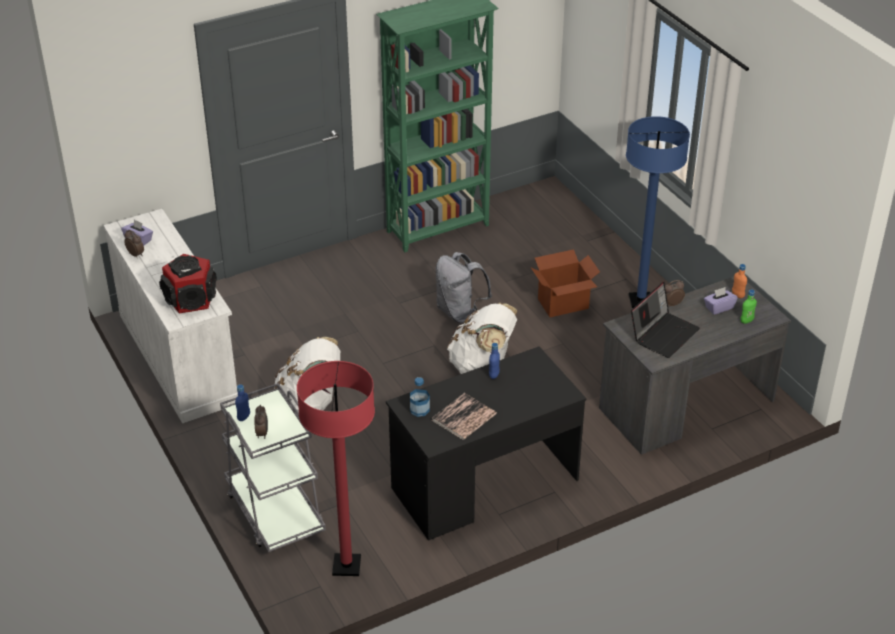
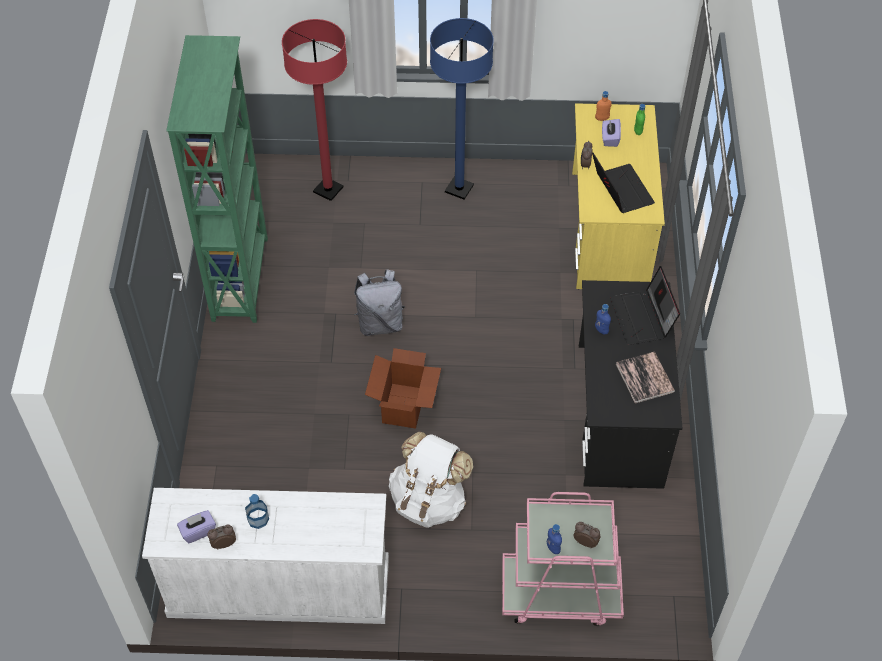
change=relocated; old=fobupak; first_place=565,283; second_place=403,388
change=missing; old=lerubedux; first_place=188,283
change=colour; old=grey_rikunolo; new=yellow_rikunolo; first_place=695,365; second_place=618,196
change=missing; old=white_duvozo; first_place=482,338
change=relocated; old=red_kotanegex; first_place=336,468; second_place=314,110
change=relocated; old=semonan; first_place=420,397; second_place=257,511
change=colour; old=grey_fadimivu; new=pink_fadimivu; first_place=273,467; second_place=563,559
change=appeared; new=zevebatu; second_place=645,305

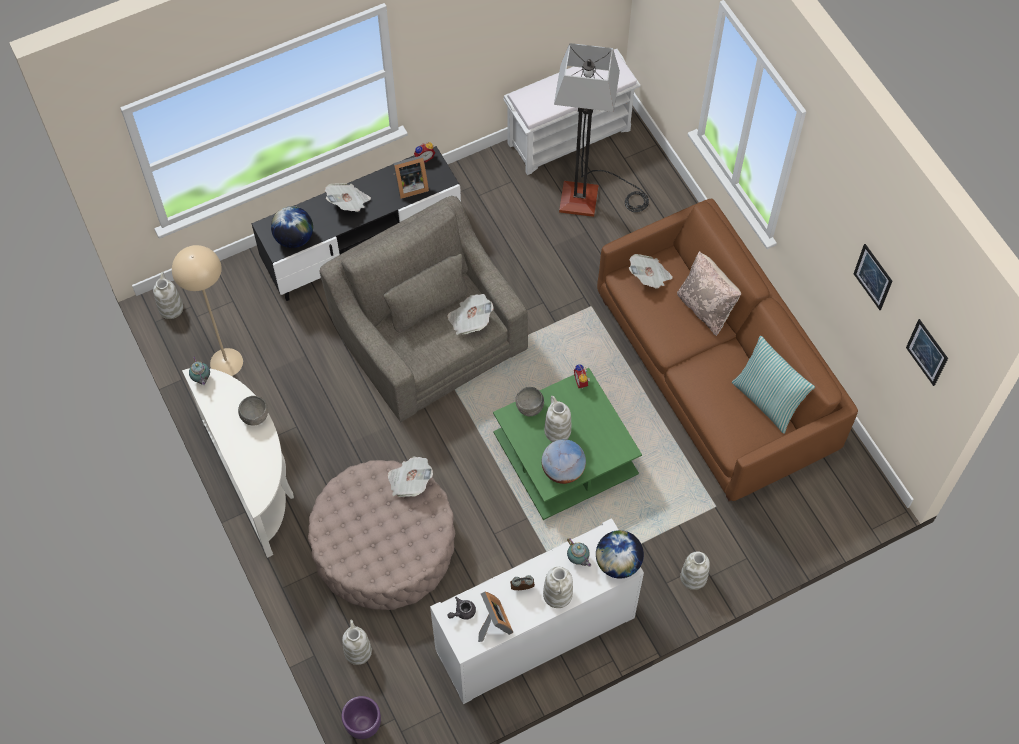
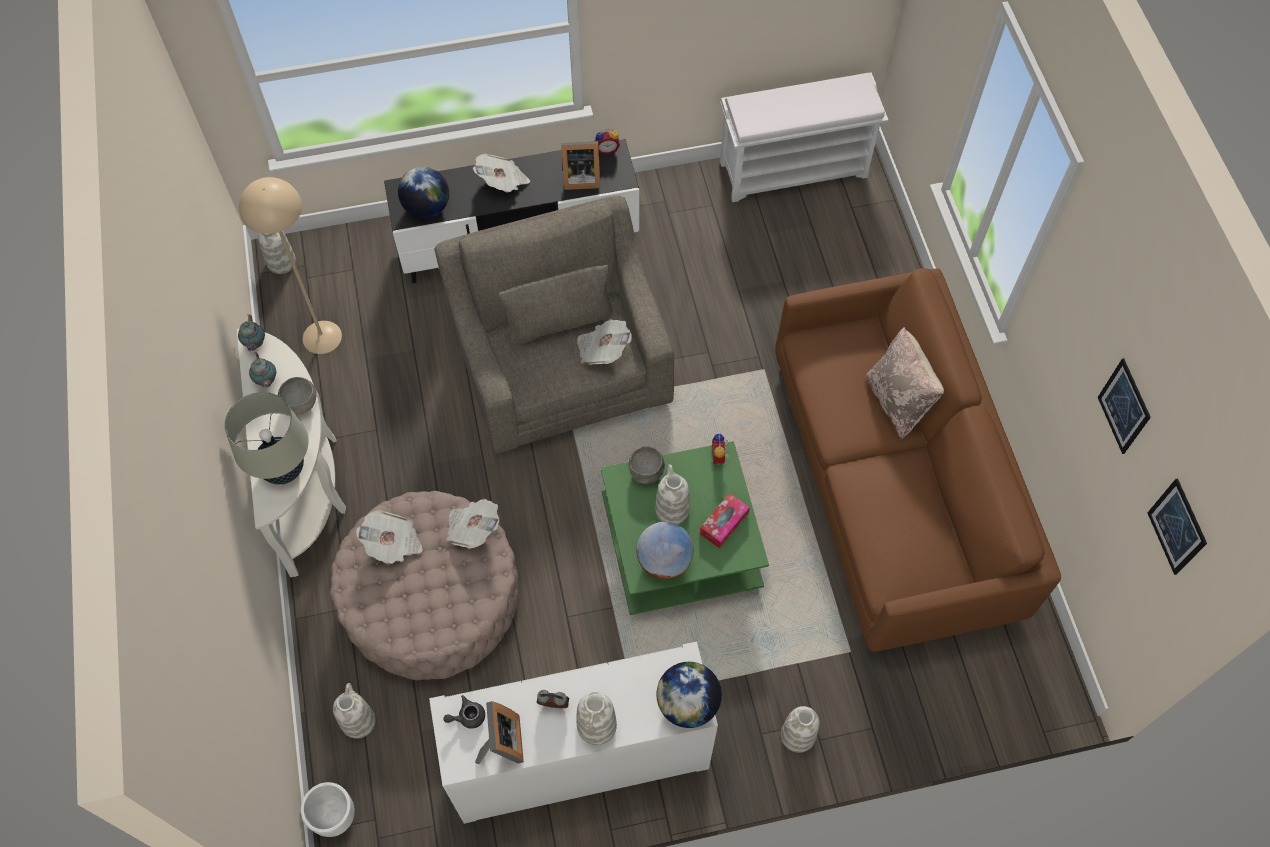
change=missing; old=kotanegex; first_place=601,130
change=relocated; old=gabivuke; first_place=651,271; second_place=389,537
change=missing; old=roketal; first_place=773,385
change=relocated; old=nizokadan; first_place=579,552; second_place=262,370
change=colour; old=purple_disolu; new=white_disolu; first_place=361,717; second_place=328,809
change=appeared; new=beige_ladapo; second_place=266,438
change=appeared; new=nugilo; second_place=725,520

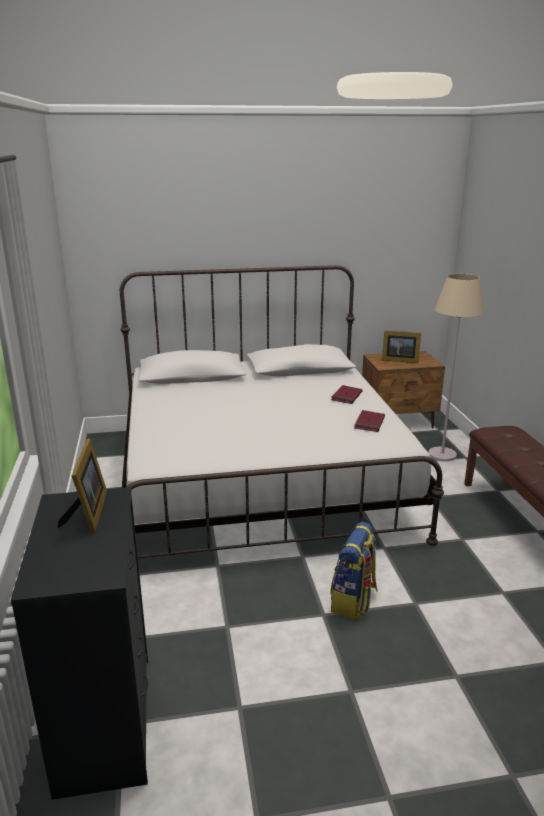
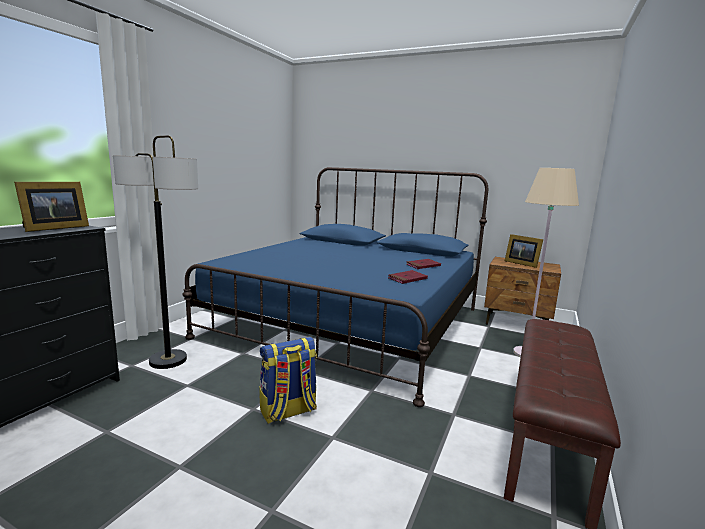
change=colour; old=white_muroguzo; new=blue_muroguzo; first_place=282,411; second_place=335,287
change=appeared; new=kotanegex; second_place=155,252

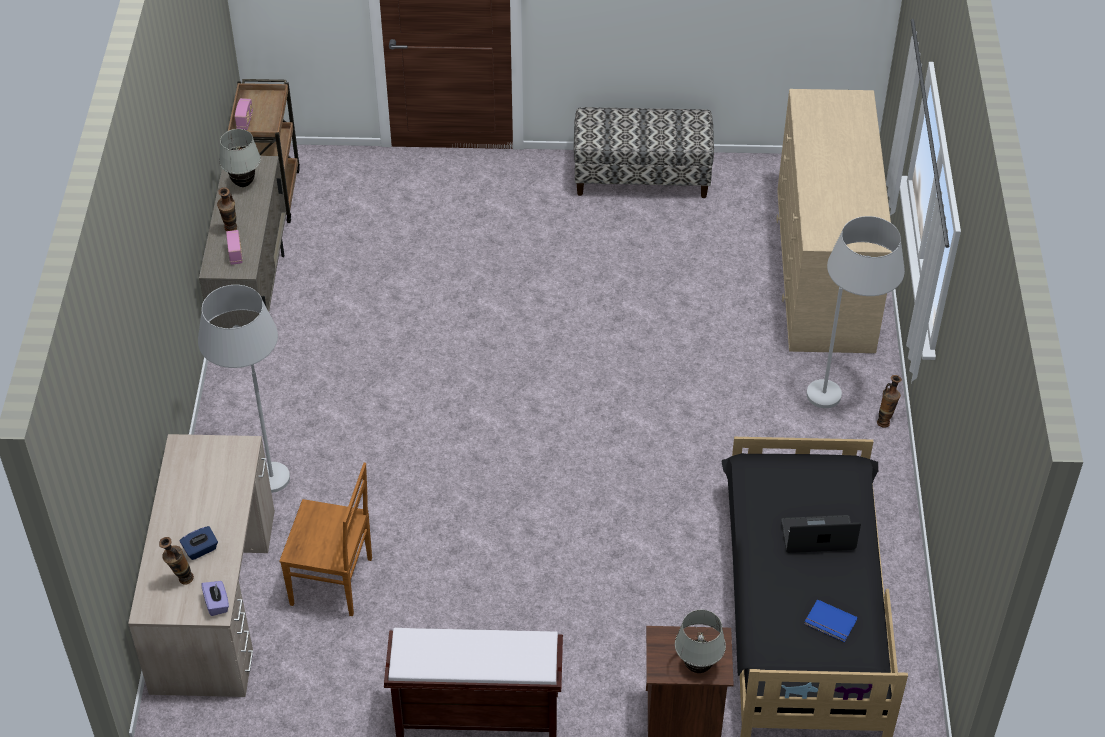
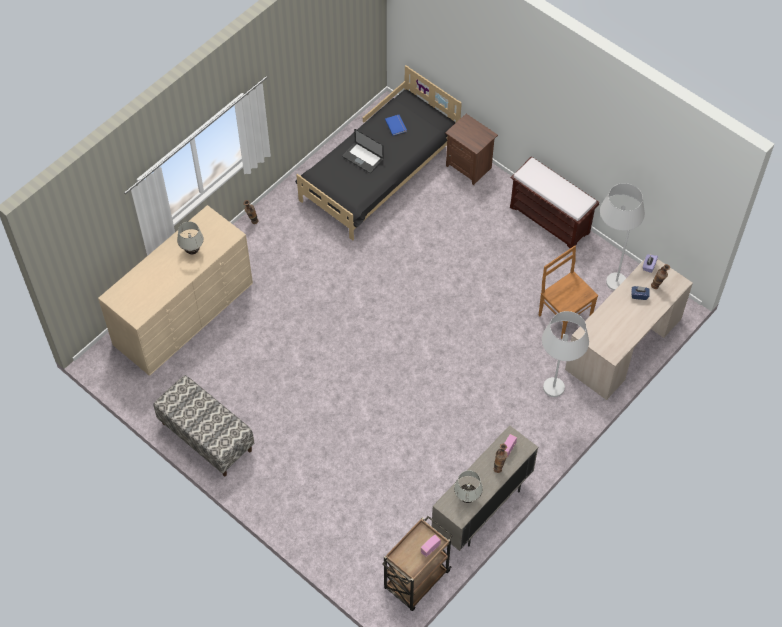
change=relocated; old=white_kotanegex; first_place=856,312; second_place=622,237
change=relocated; old=white_ladapo; first_place=700,641; second_place=190,237

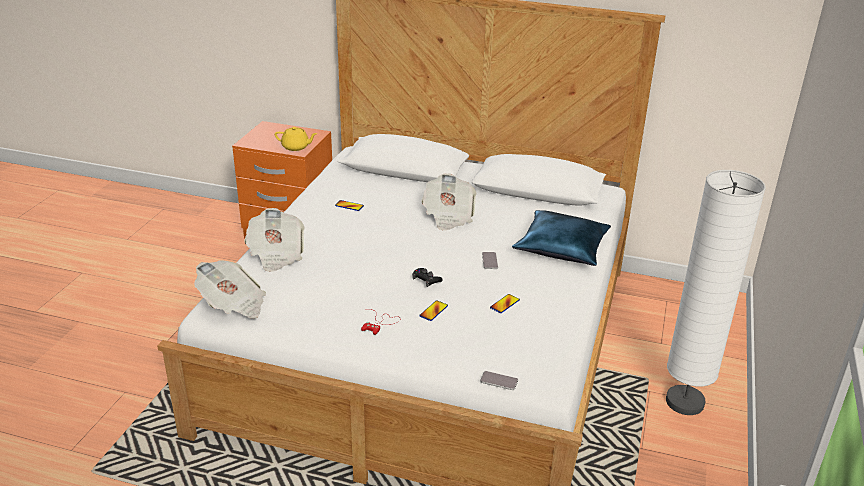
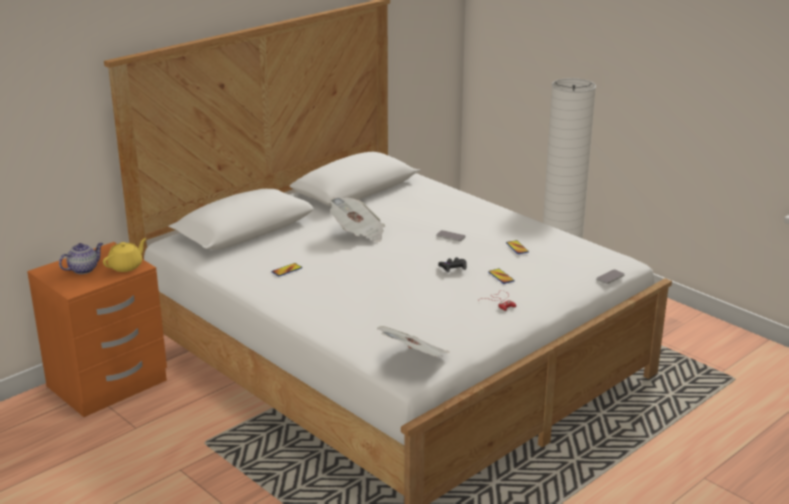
change=missing; old=gabivuke; first_place=274,240
change=missing; old=blue_roketal; first_place=561,238
change=appeared; new=nizokadan; second_place=81,258

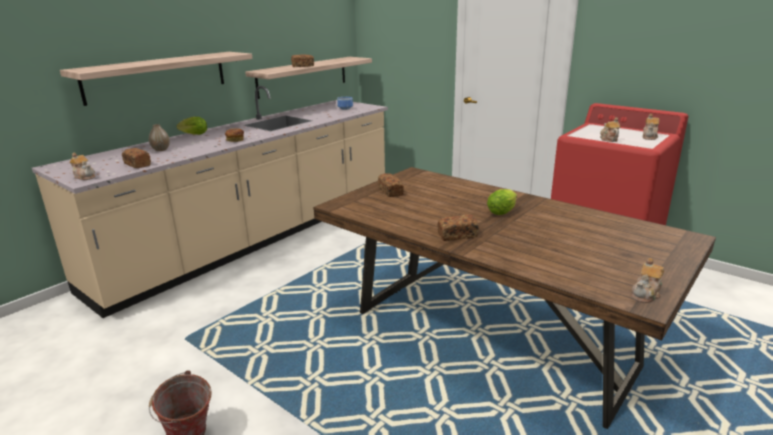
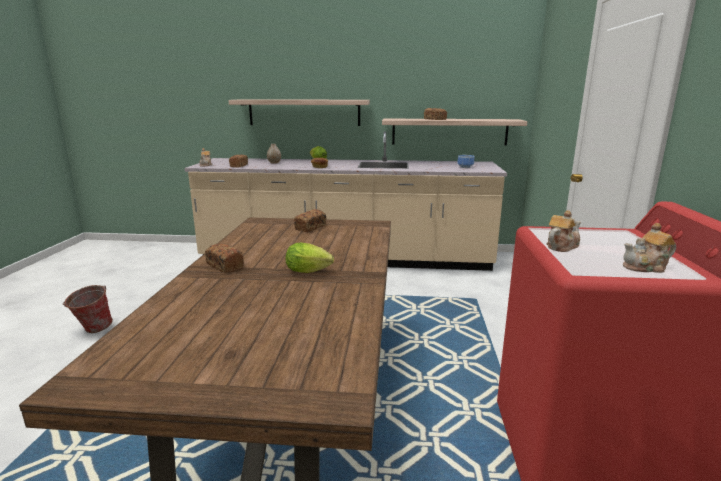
change=missing; old=nizokadan; first_place=647,280

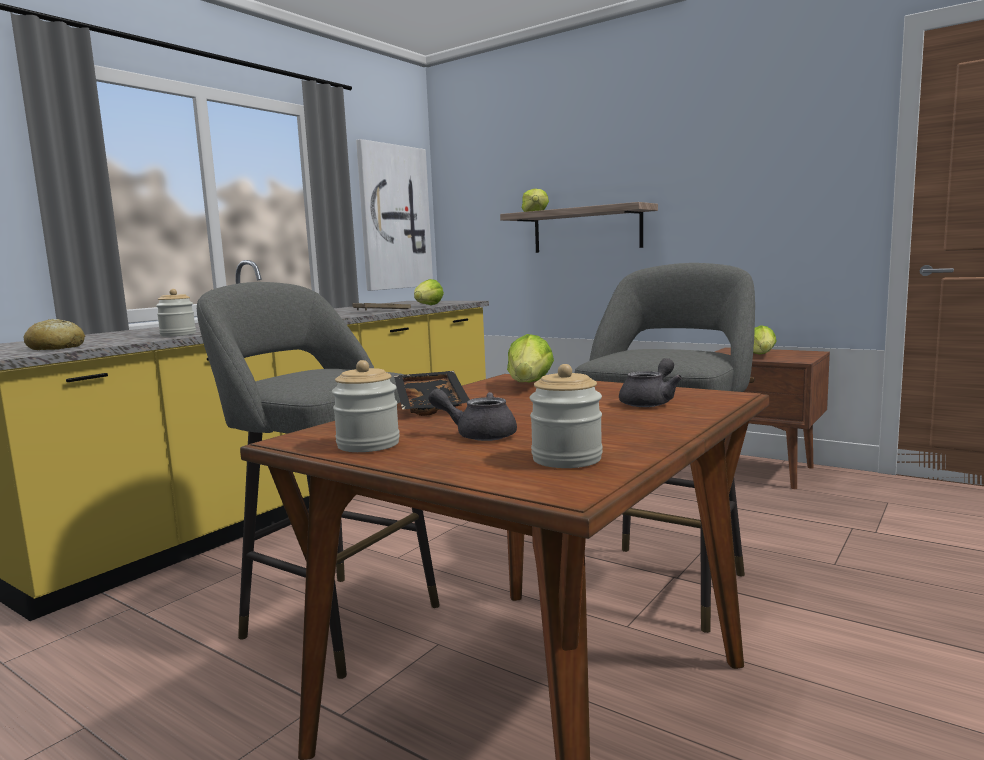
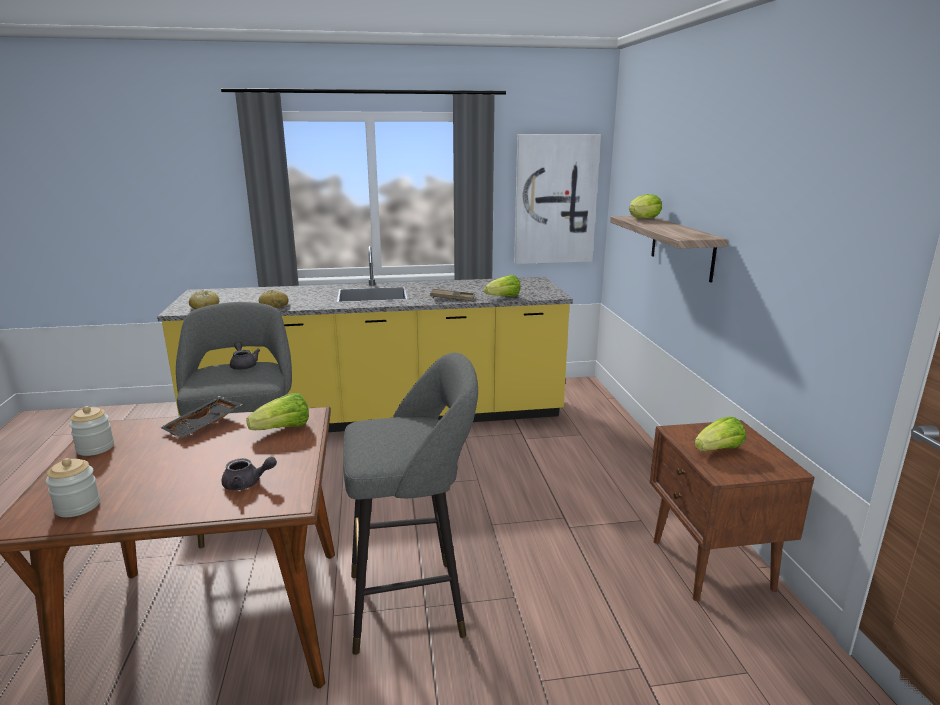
change=exchanged; old=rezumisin; new=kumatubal; first_place=176,312; second_place=273,299
change=relocated; old=grey_nizokadan; first_place=472,415; second_place=245,355

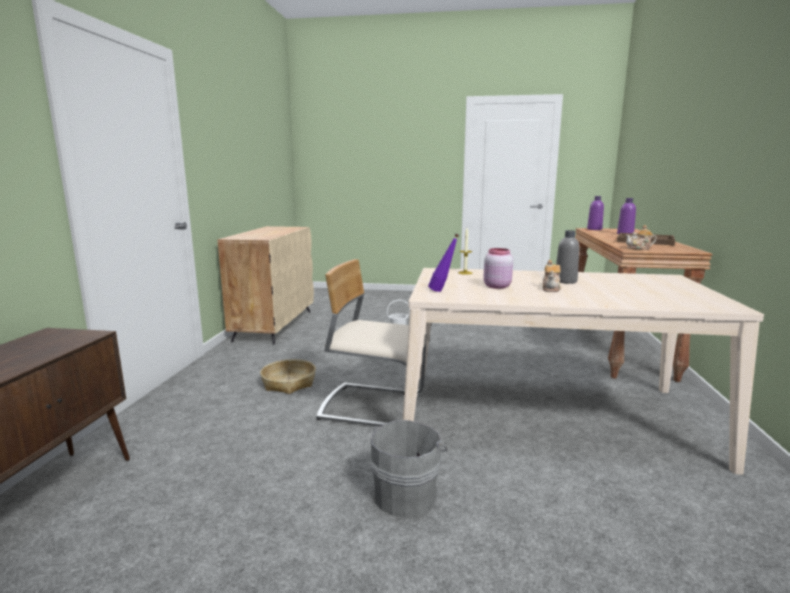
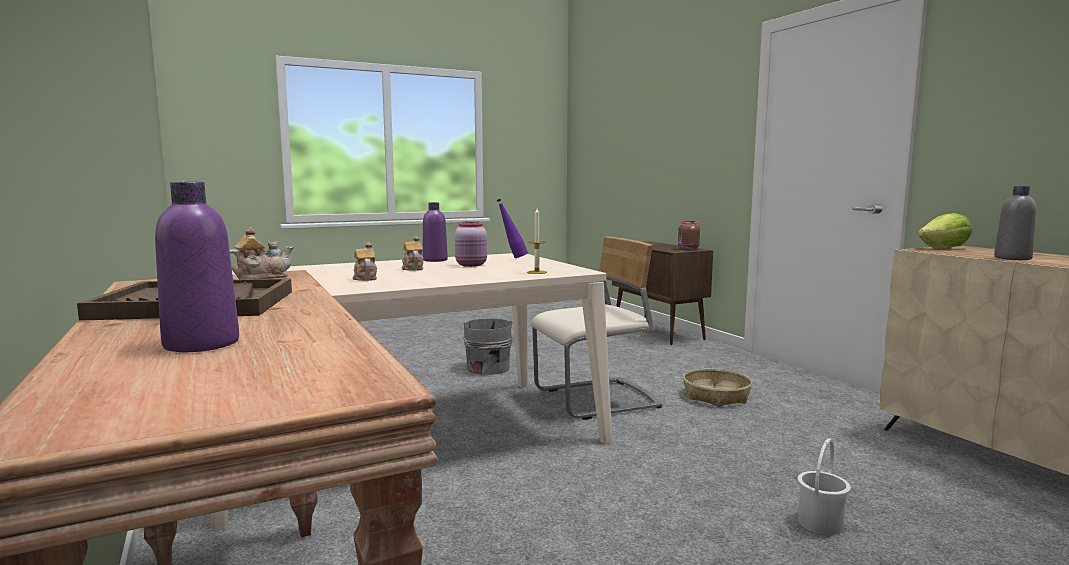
change=relocated; old=purple_semonan; first_place=595,213; second_place=435,232
change=relocated; old=grey_semonan; first_place=568,257; second_place=1015,223
change=appeared; new=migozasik; second_place=945,230
change=appeared; new=brown_rezumisin; second_place=689,235
change=appeared; new=nizokadan; second_place=365,261

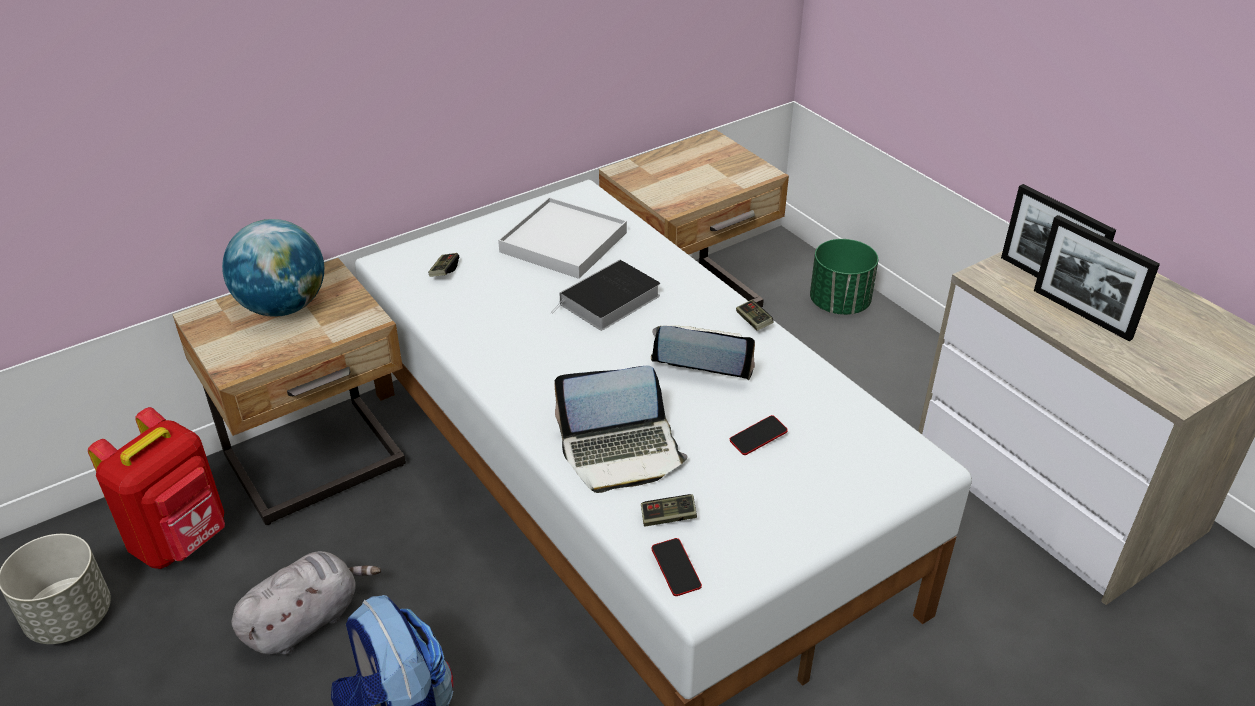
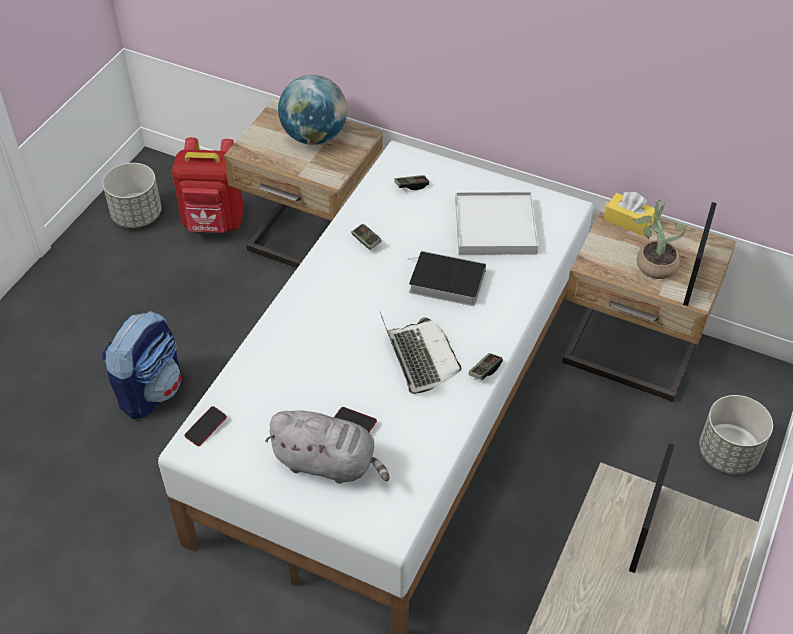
change=relocated; old=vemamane; first_place=1097,278; second_place=700,254
change=colour; old=green_disolu; new=grey_disolu; first_place=844,277; second_place=736,434
change=missing; old=zevebatu; first_place=621,429
change=relocated; old=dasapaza; first_place=669,510; second_place=366,237
change=relocated; old=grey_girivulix; first_place=306,603; second_place=328,446
change=appeared; new=yellow_nugilo; second_place=629,214
change=appeared; new=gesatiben; second_place=660,237

